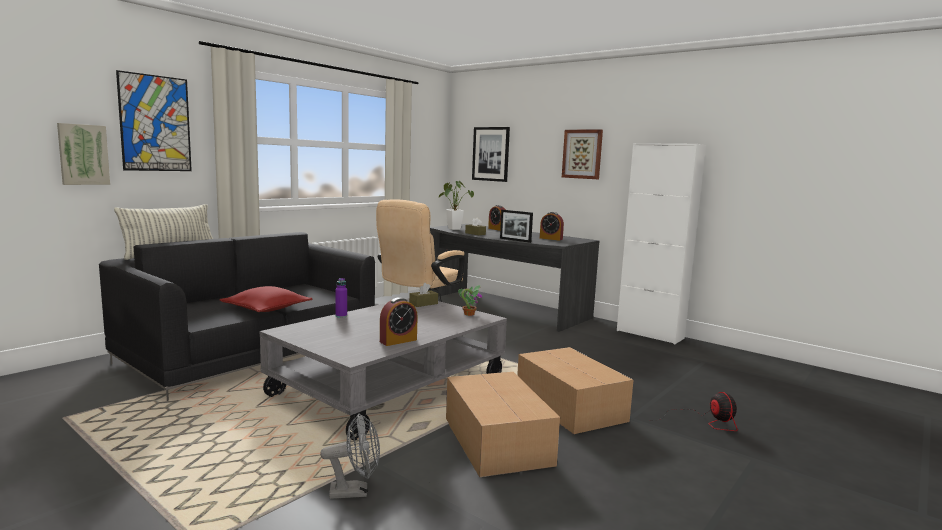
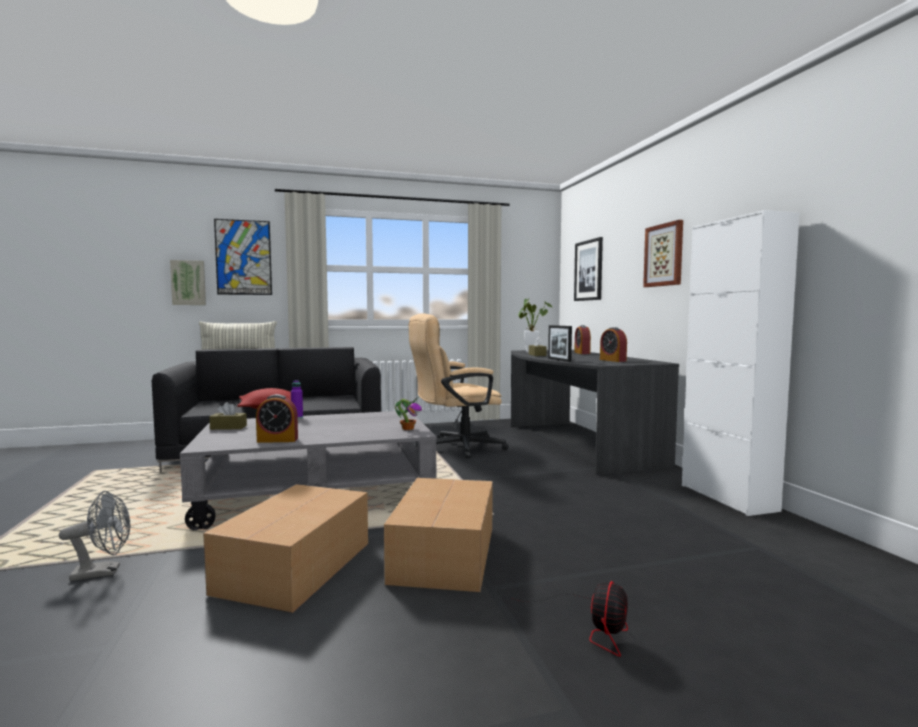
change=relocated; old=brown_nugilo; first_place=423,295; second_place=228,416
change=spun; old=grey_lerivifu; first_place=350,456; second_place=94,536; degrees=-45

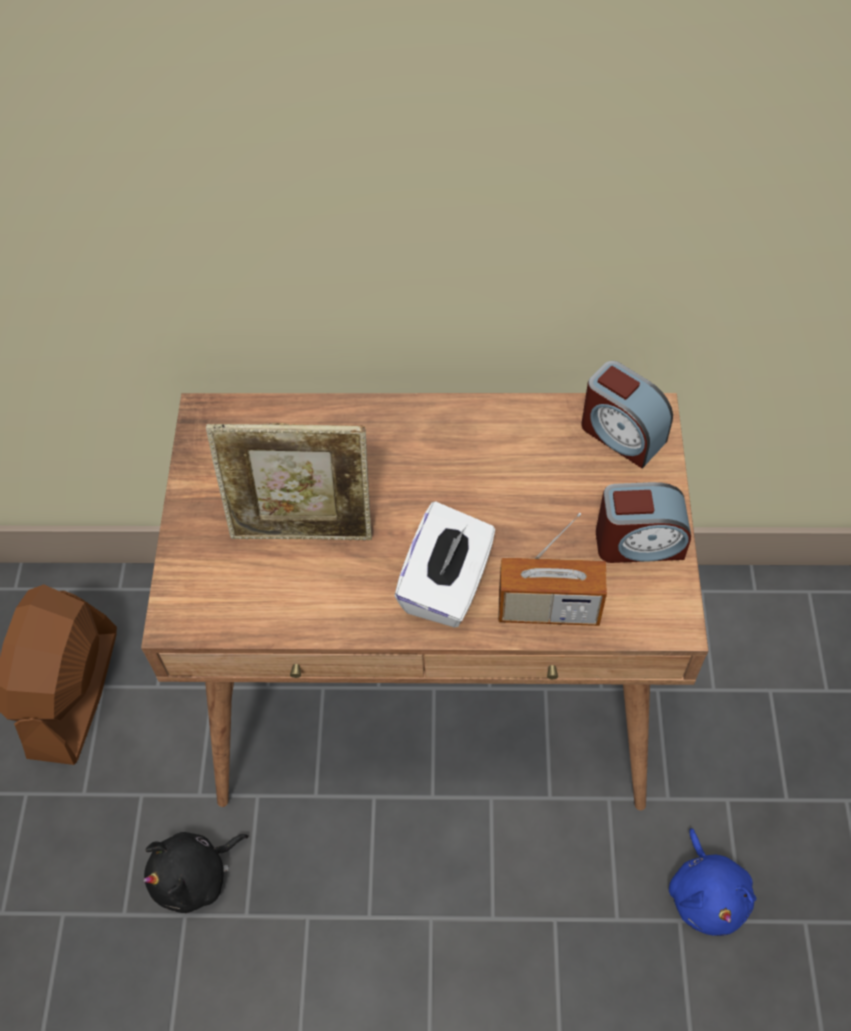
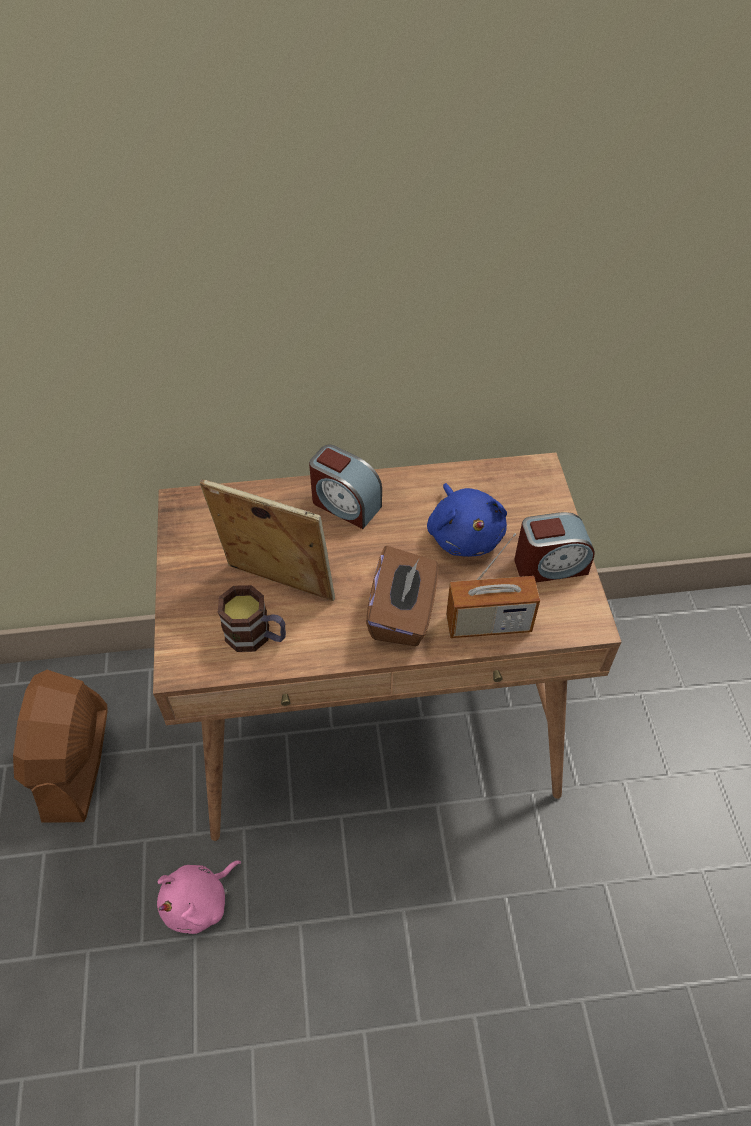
change=relocated; old=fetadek; first_place=627,414; second_place=345,487
change=spun; old=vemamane; first_place=289,481; second_place=267,540; degrees=-150
change=colour; old=white_nugilo; new=brown_nugilo; first_place=444,564; second_place=402,596
change=relocated; old=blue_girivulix; first_place=713,882; second_place=467,520
change=colour; old=black_girivulix; new=pink_girivulix; first_place=196,872; second_place=199,897
change=appeared; new=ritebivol; second_place=252,618

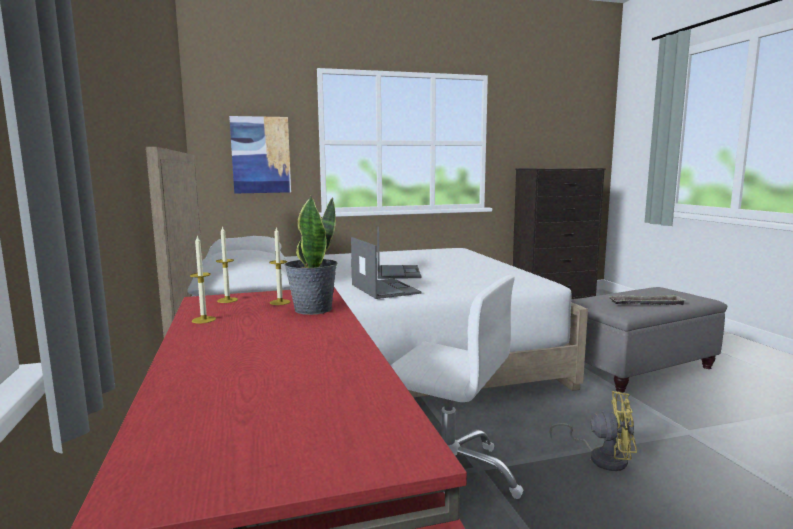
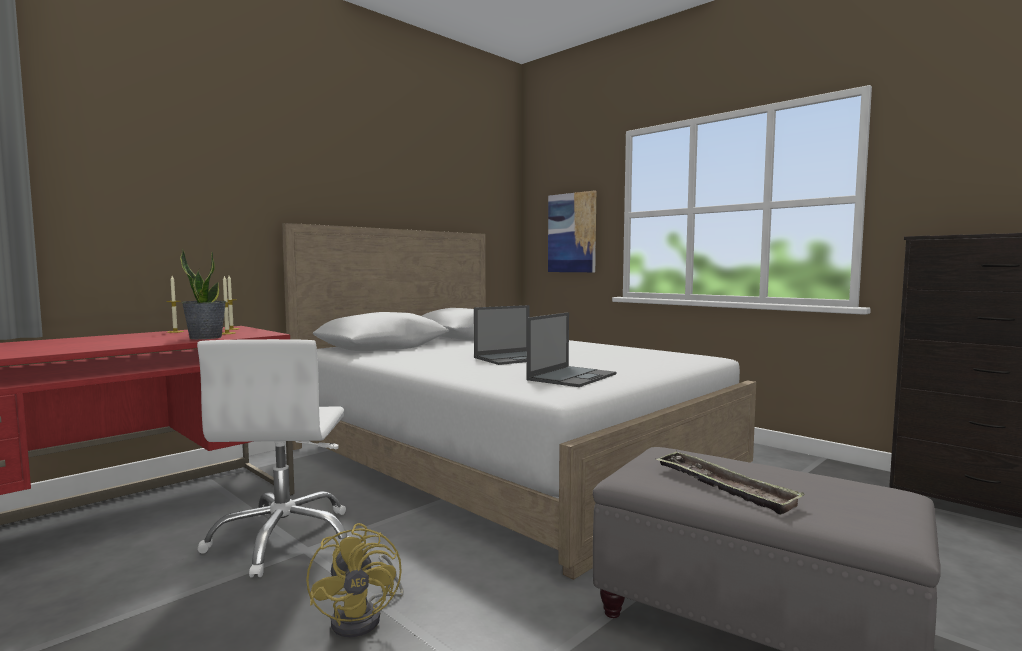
change=relocated; old=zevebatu; first_place=386,268; second_place=571,349

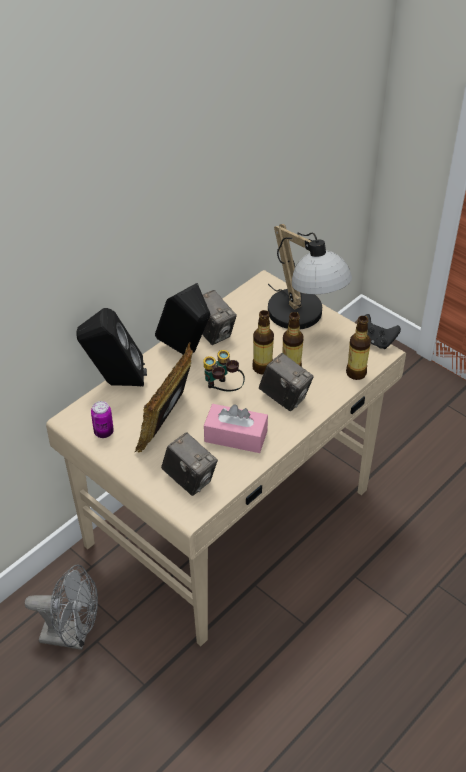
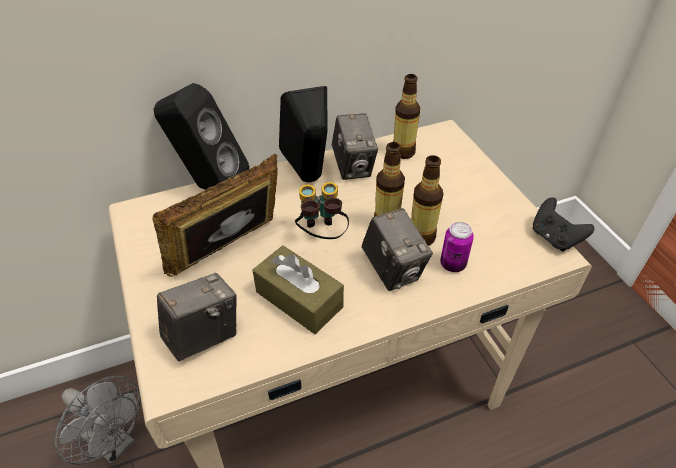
change=missing; old=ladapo; first_place=310,276
change=relocated; old=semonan; first_place=358,348; second_place=406,116
change=relocated; old=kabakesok; first_place=102,419; second_place=457,247
change=colour; old=pink_nugilo; new=brown_nugilo; first_place=236,428; second_place=298,289
change=spun; old=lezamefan; first_place=189,464; second_place=197,317; degrees=-105

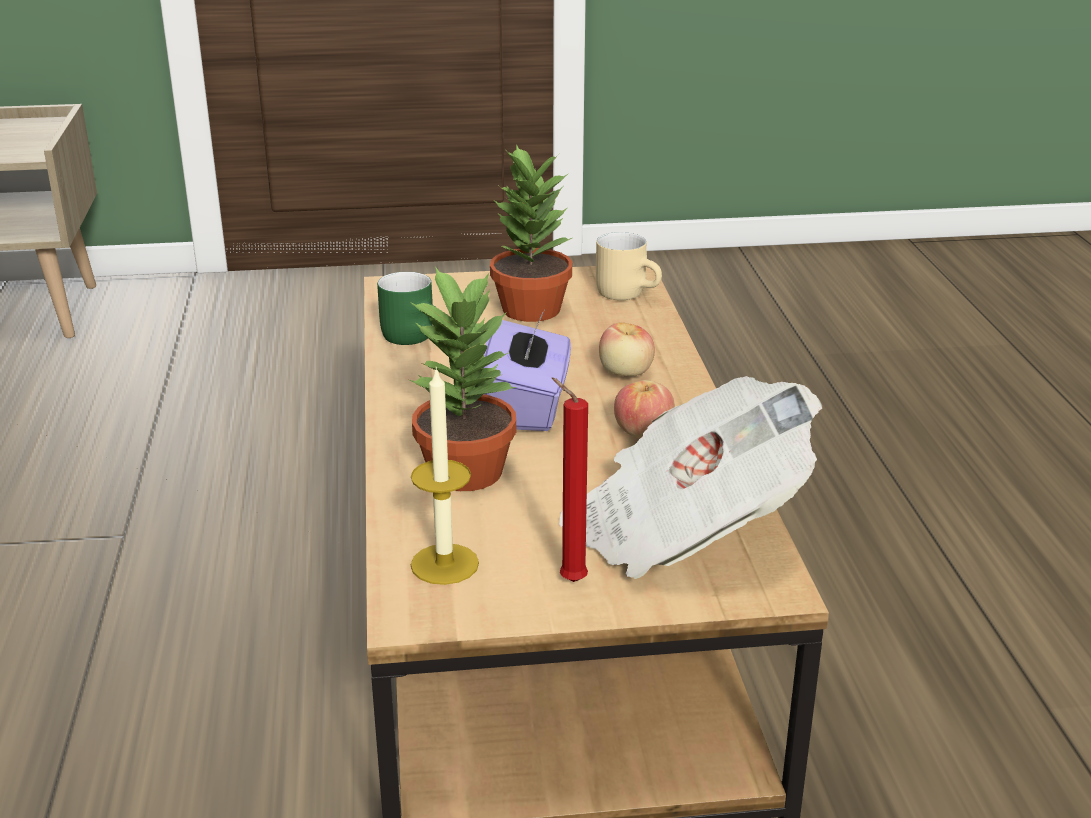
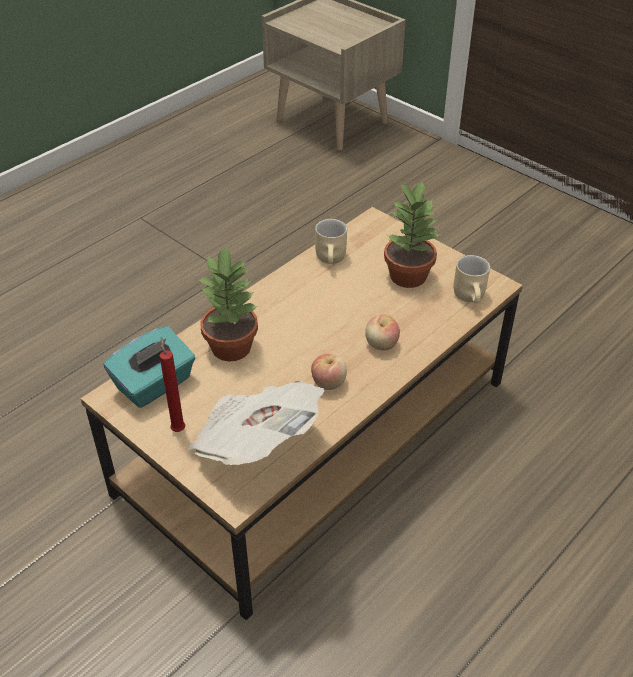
change=colour; old=green_ritebivol; new=beige_ritebivol; first_place=406,308; second_place=331,241
change=missing; old=purple_nugilo; first_place=527,371
change=exchanged; old=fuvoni; new=turquoise_nugilo; first_place=445,476; second_place=149,367

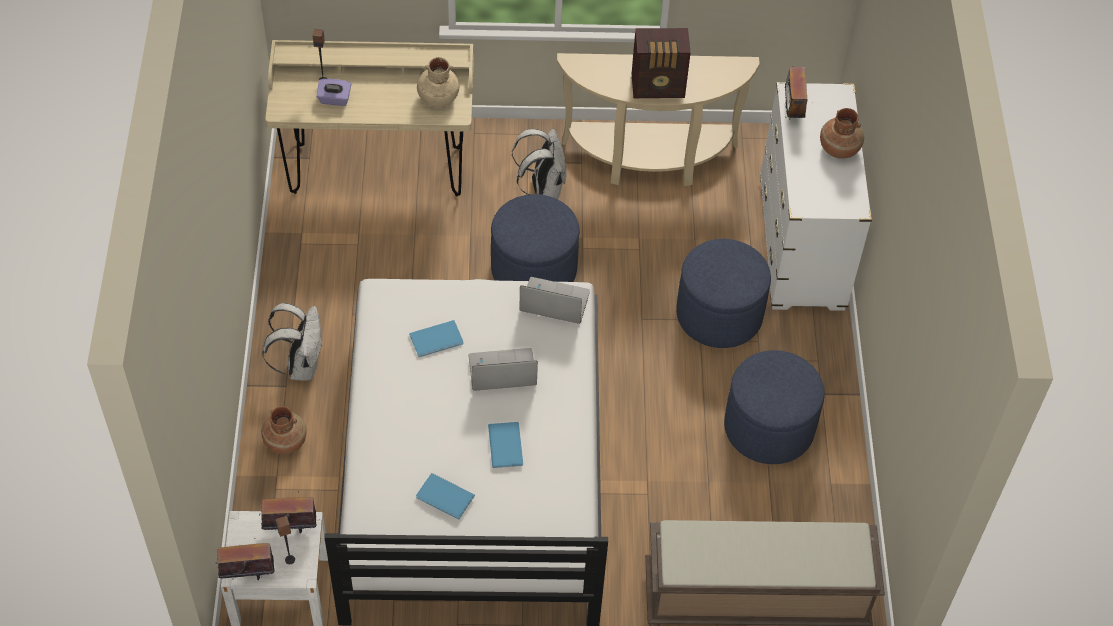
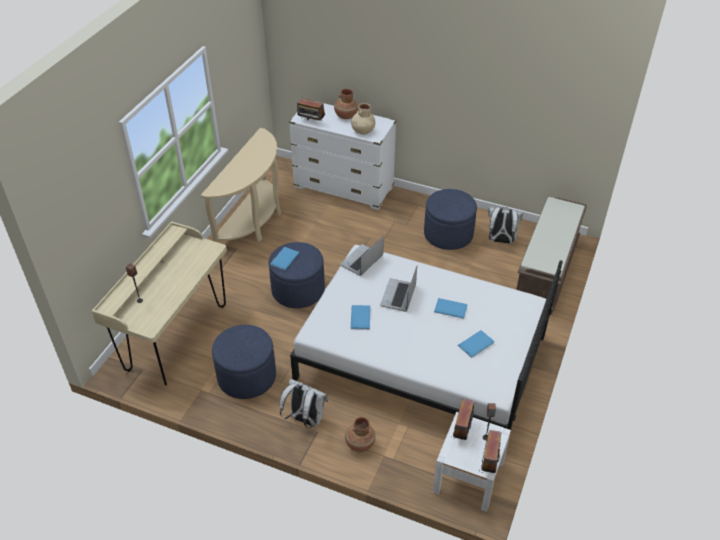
change=missing; old=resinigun; first_place=661,63
change=relocated; old=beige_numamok; first_place=438,82; second_place=363,118
change=missing; old=purple_nugilo; first_place=333,92
change=relocated; old=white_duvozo; first_place=539,164; second_place=505,225
change=relocated; old=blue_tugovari; first_place=723,293; second_place=244,362
change=appeared; new=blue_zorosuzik; second_place=284,258

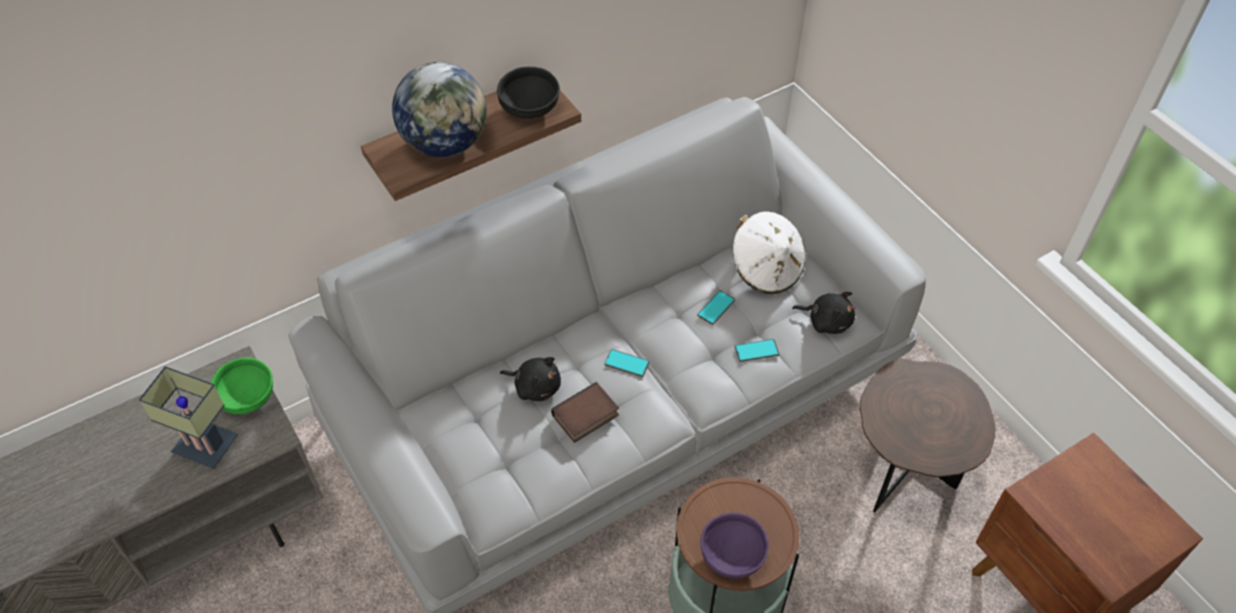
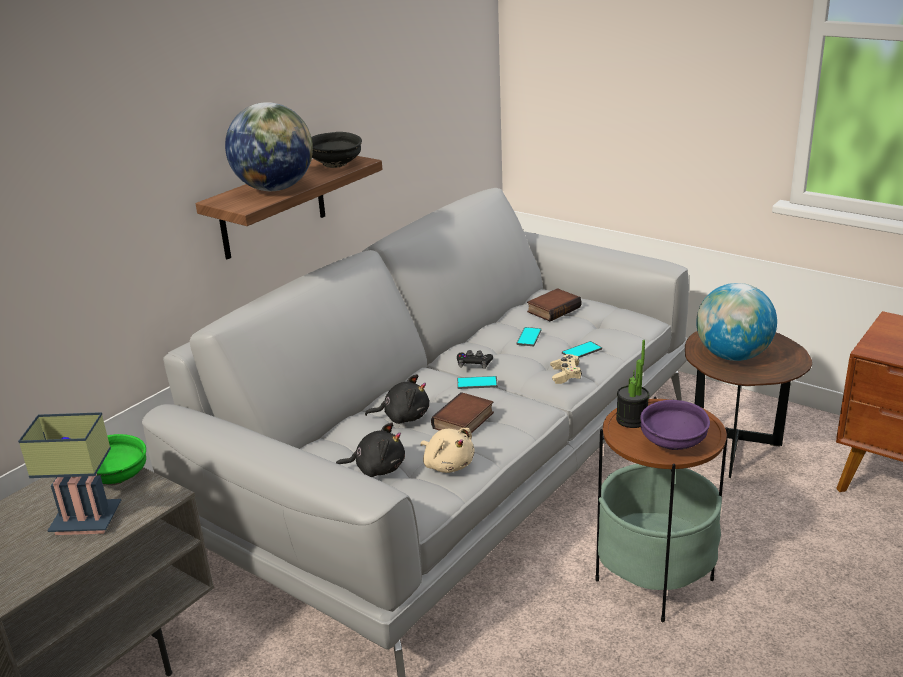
change=exchanged; old=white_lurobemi; new=zorosuzik; first_place=769,252; second_place=554,304
change=relocated; old=black_girivulix; first_place=824,313; second_place=370,449
change=appeared; new=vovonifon; second_place=736,322
change=appeared; new=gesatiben; second_place=632,384
change=appeared; new=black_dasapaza; second_place=475,359
change=appeared; new=beige_dasapaza; second_place=566,369
change=appeared; new=beige_girivulix; second_place=448,450

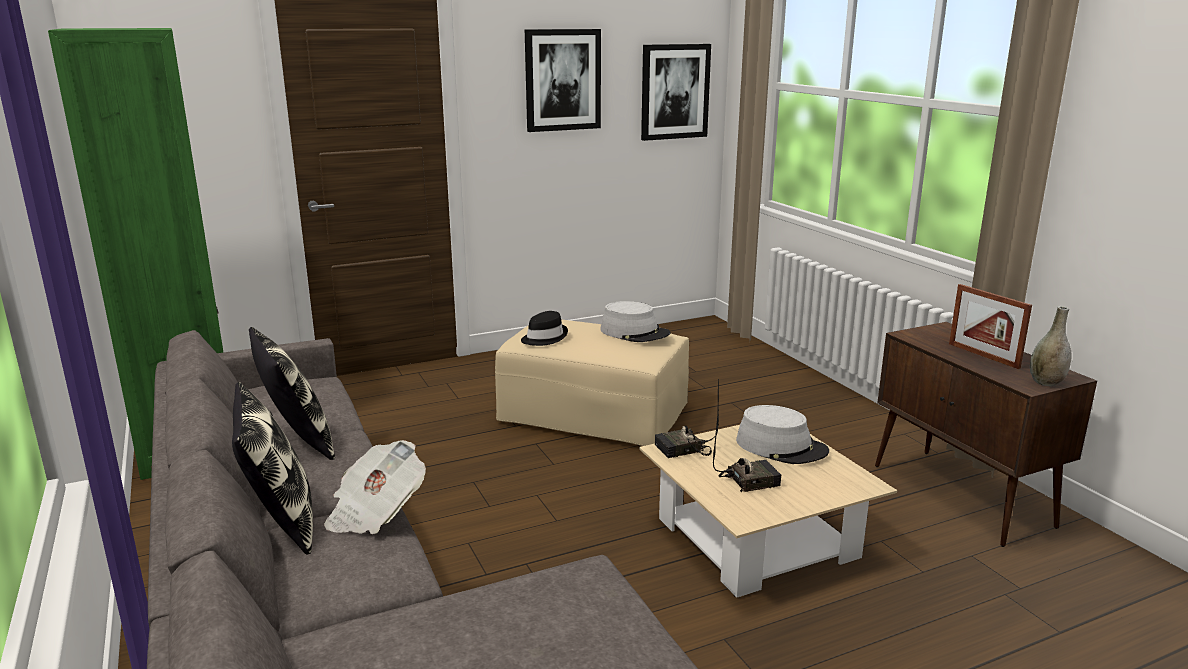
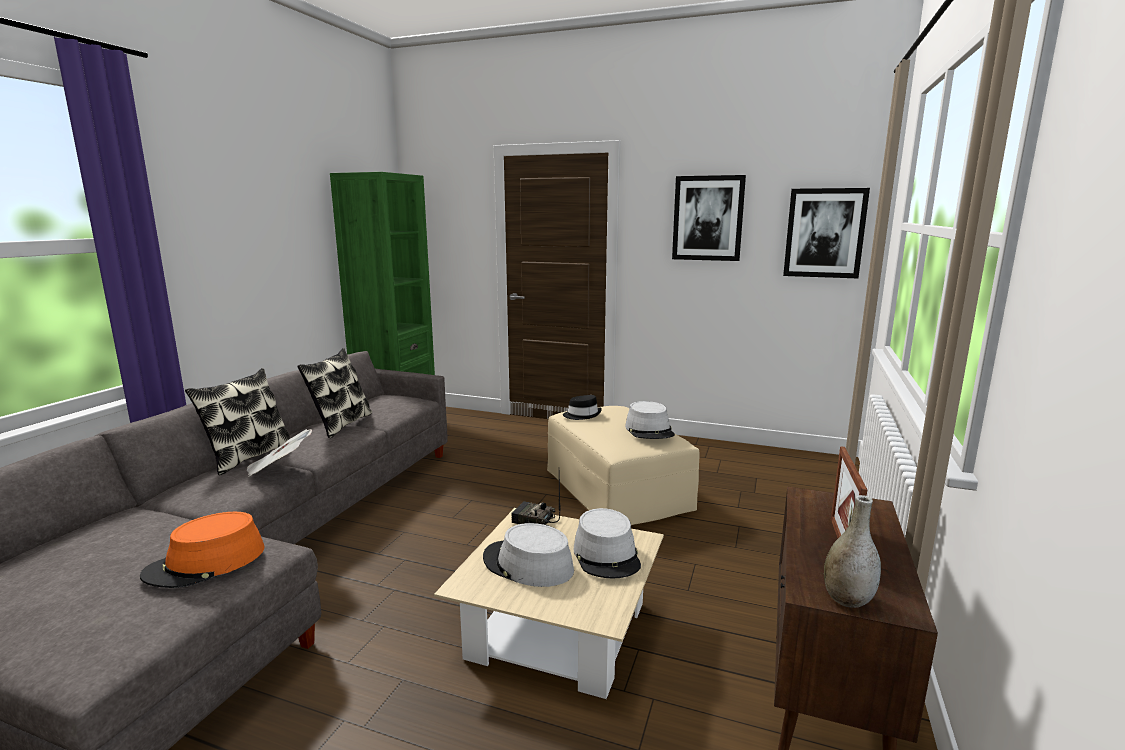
change=exchanged; old=resinigun; new=grey_lurobemi; first_place=747,451; second_place=528,555
change=appeared; new=orange_lurobemi; second_place=202,550

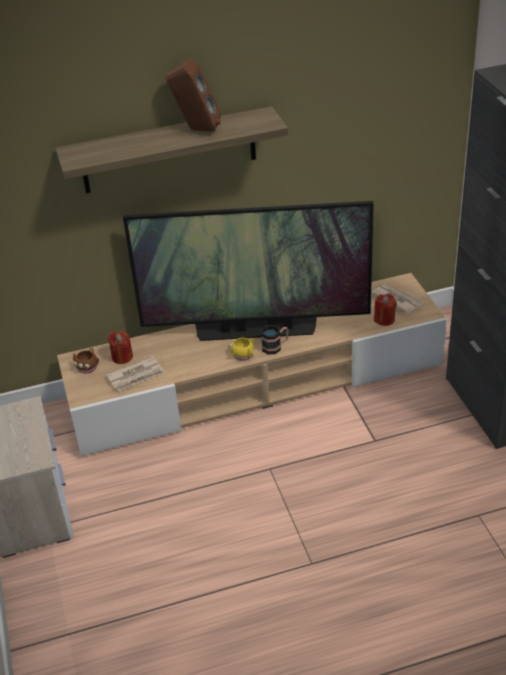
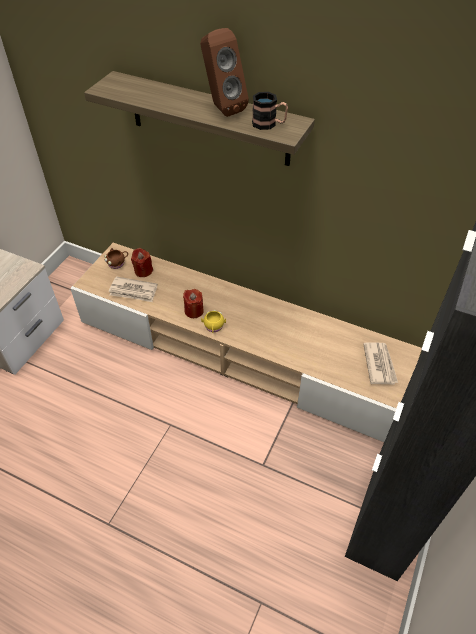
change=missing; old=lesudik; first_place=248,271
change=relocated; old=red_fuvoni; first_place=385,309; second_place=193,303
change=relocated; old=ritebivol; first_place=275,340; second_place=270,111

